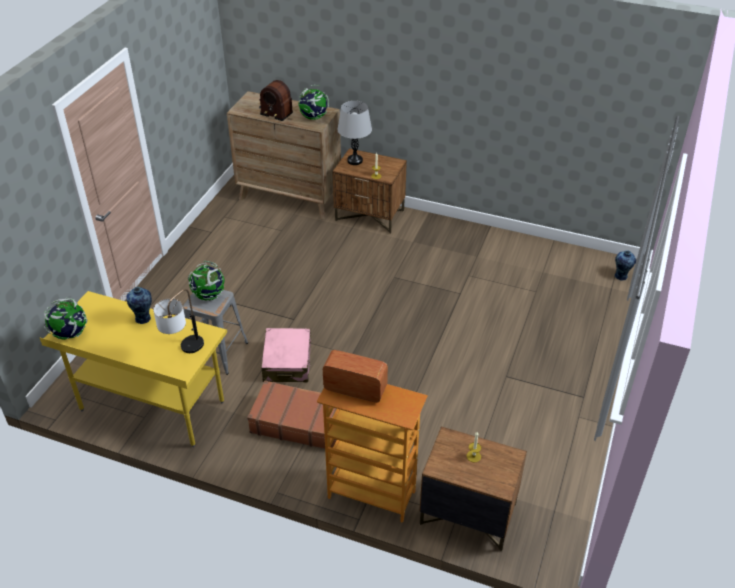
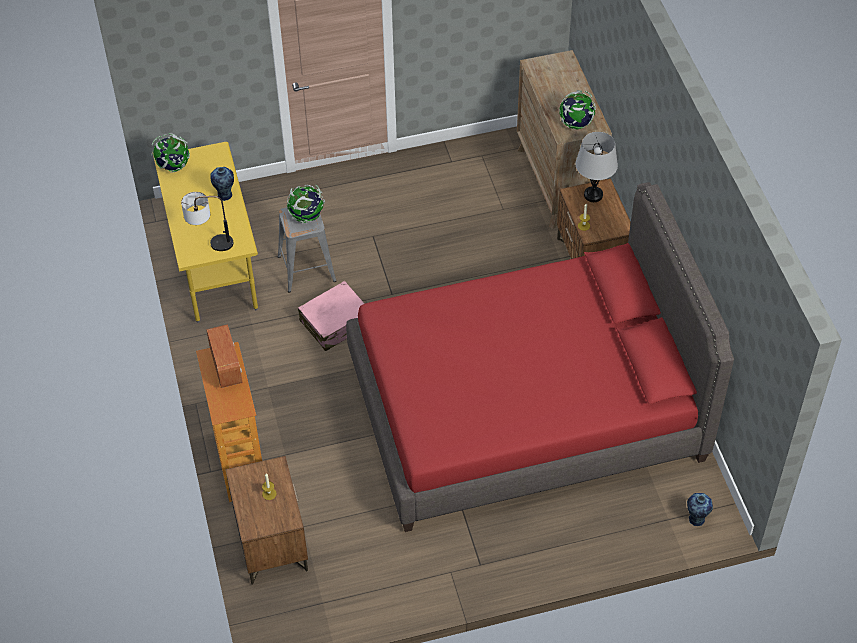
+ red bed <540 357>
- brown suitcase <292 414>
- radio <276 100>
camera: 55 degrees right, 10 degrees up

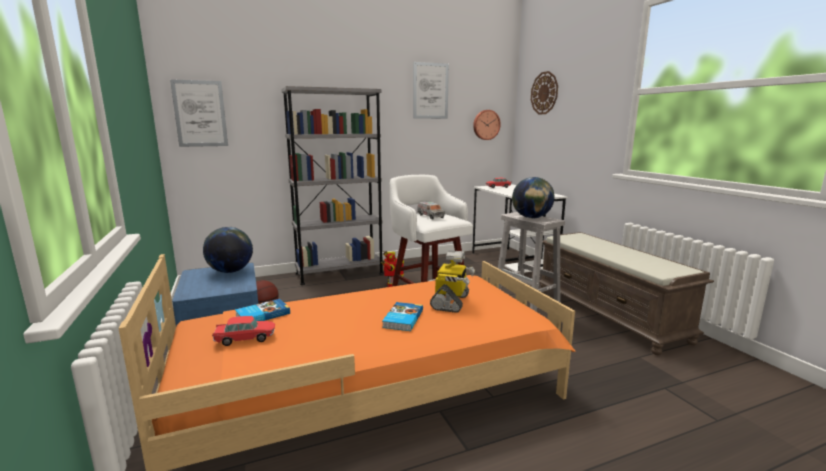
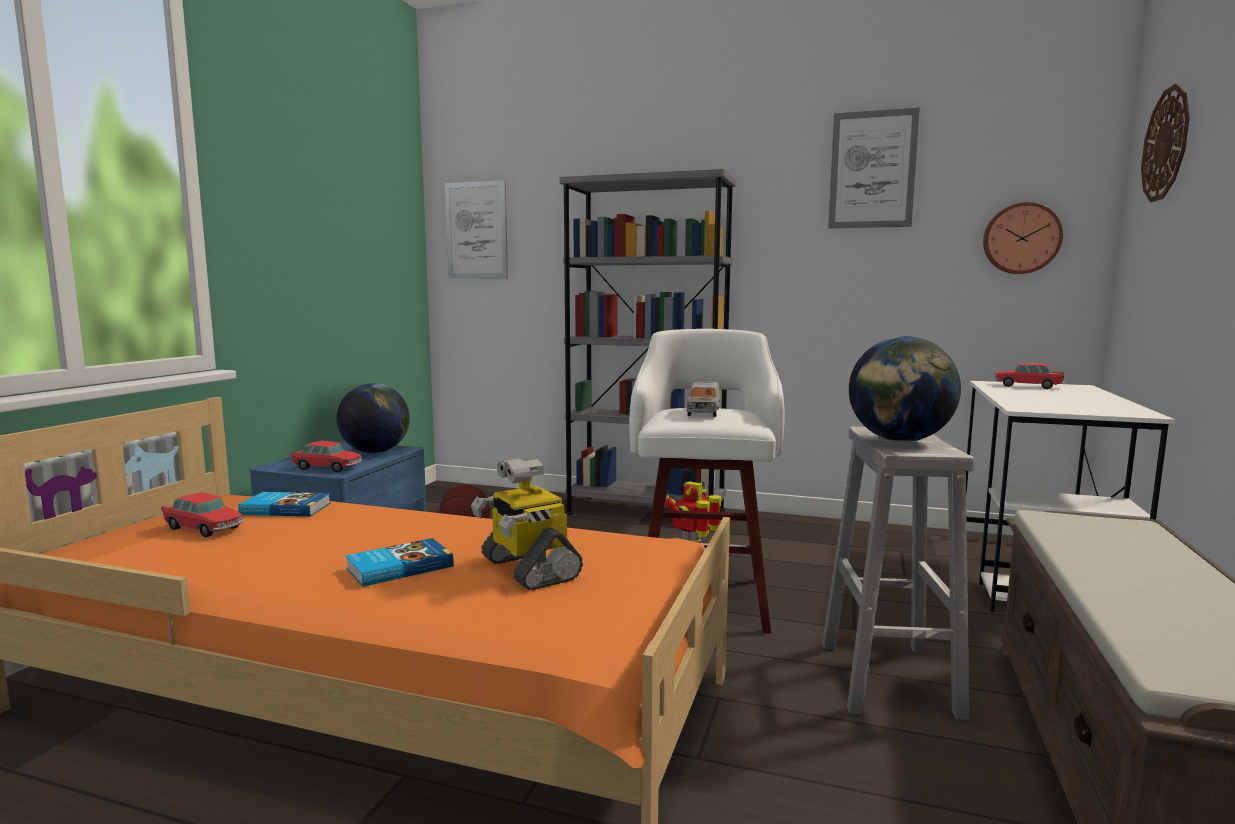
+ toy car <326 456>
~ toy robot <452 281> = <527 524> 90 degrees clockwise
camera: 40 degrees right, 5 degrees down

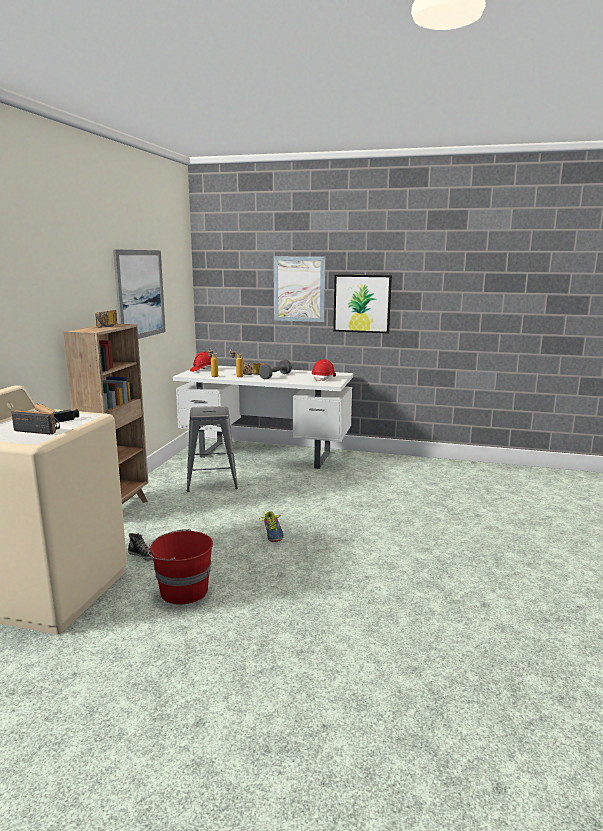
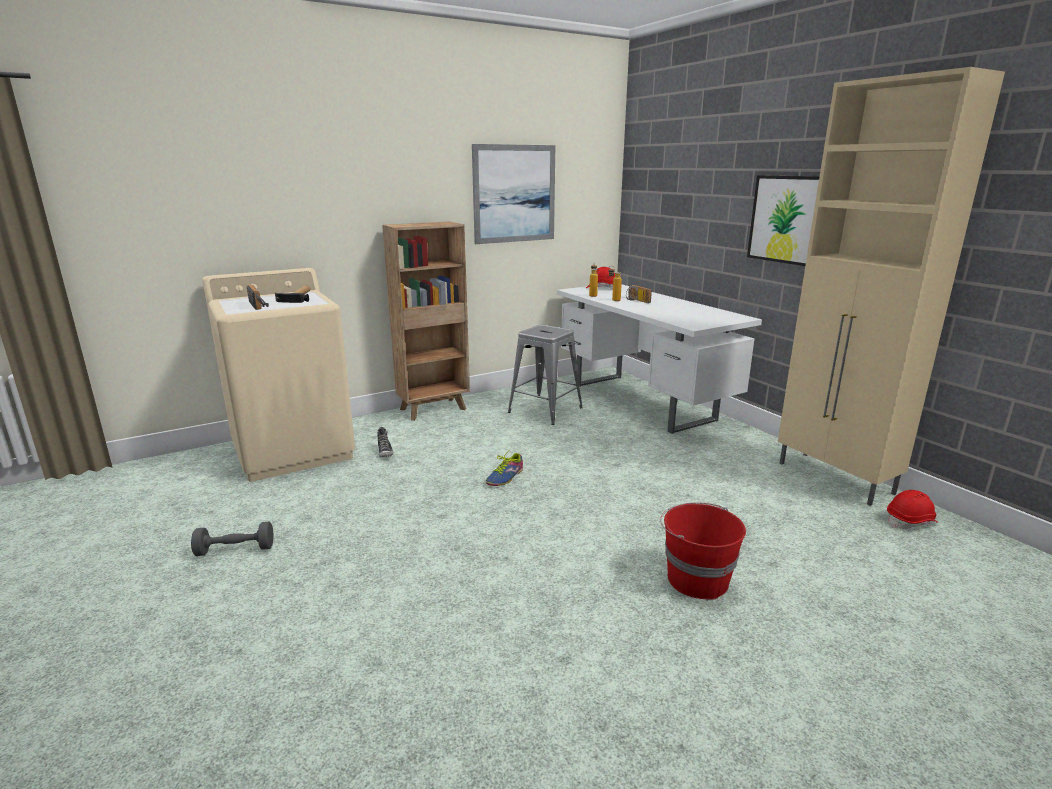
~ grey dumbbell <275 370> to <232 539>
~ red bucket <180 567> to <703 551>
+ beige cabinet <891 286>
~ red hard hat <324 370> to <912 509>
- radio <106 319>
- picture <299 289>
camera: 45 degrees right, 5 degrees up

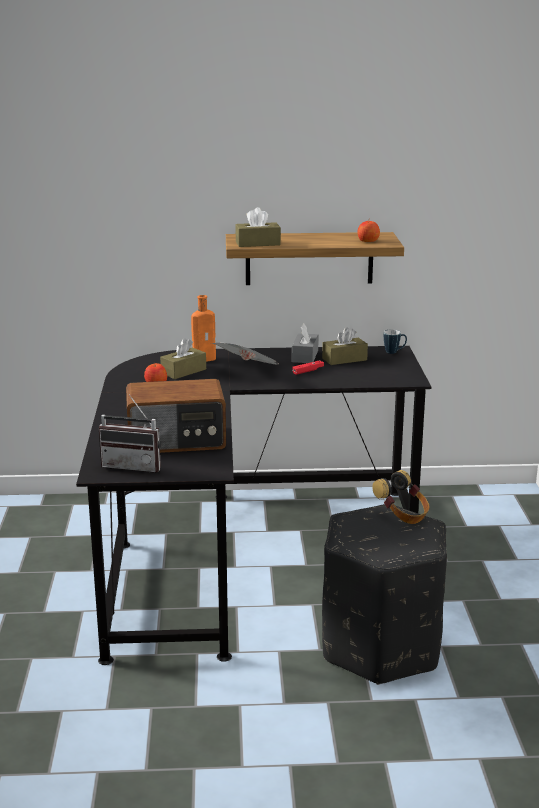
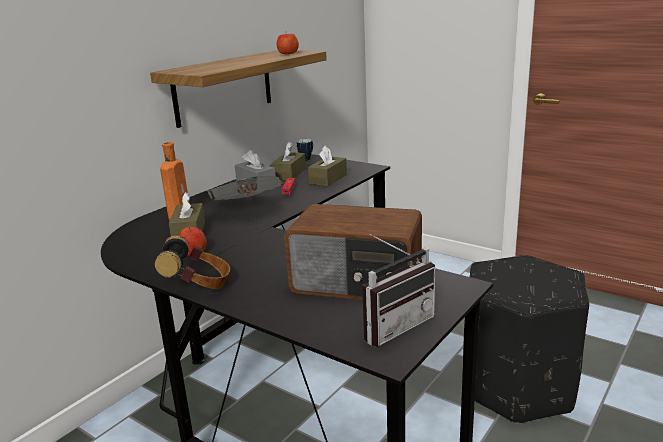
~ headphones <401 497> to <192 262>
~ radio <176 416> = <353 252> 75 degrees clockwise
~ brown tissue box <258 227> to <327 166>
camera: 50 degrees left, 0 degrees up

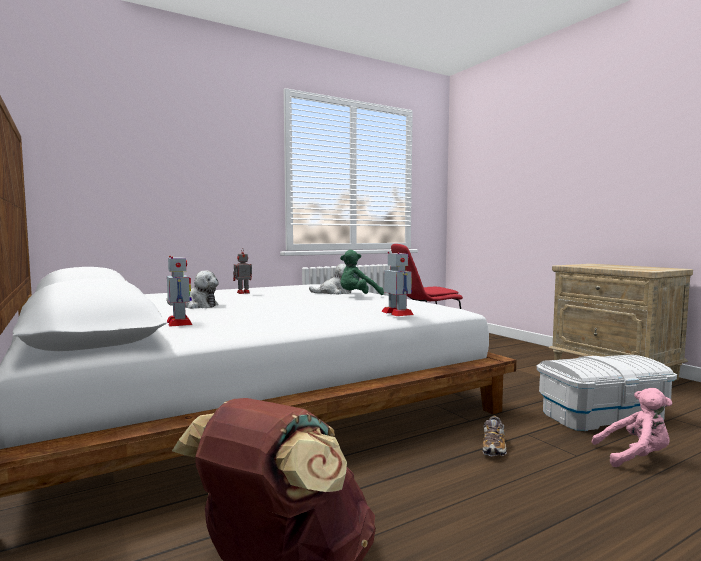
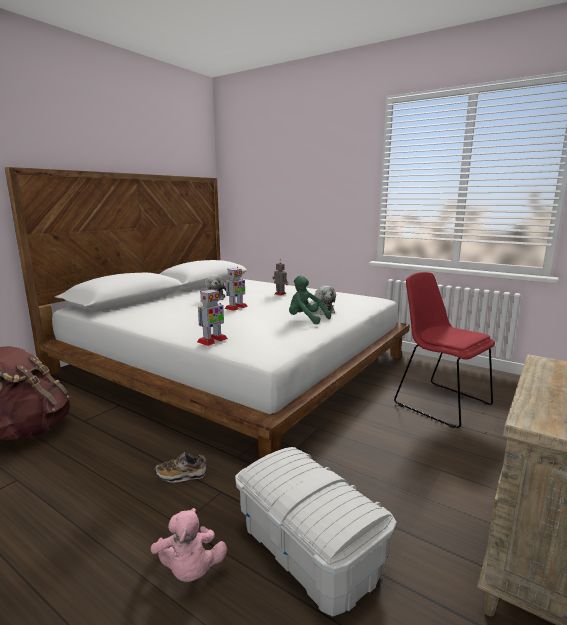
~ toy robot <179 291> to <236 289>
camera: 65 degrees right, 10 degrees up

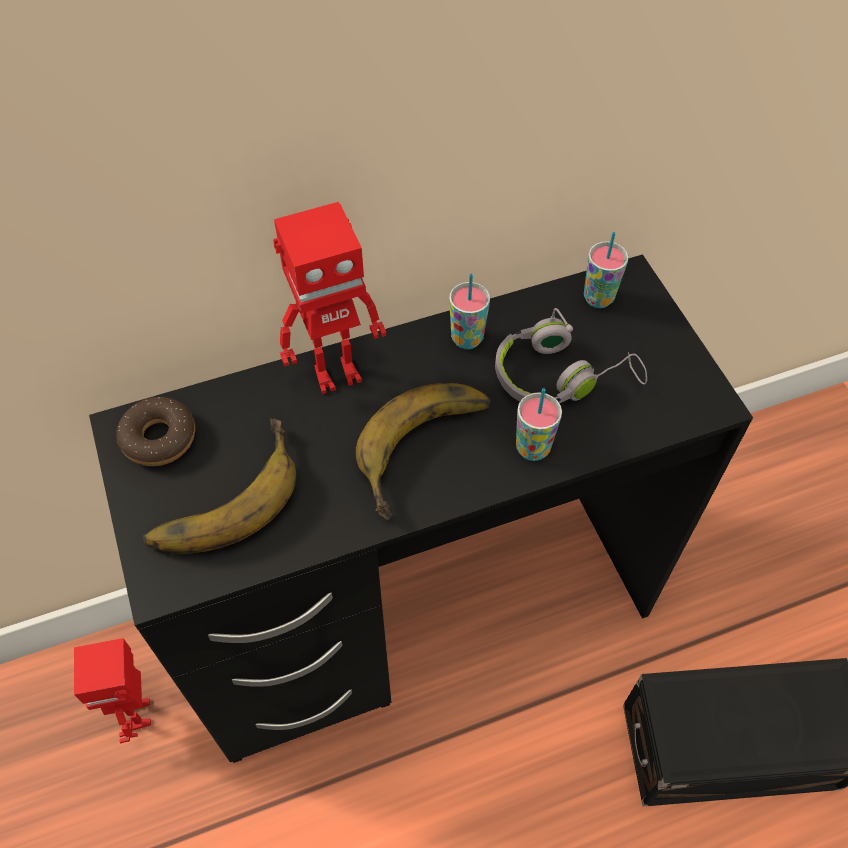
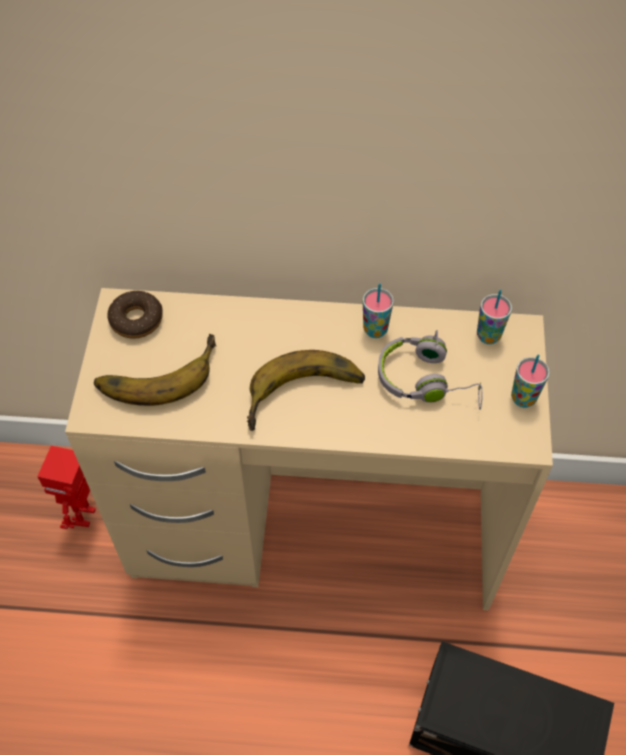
~ black desk <421 508> to beige desk <309 449>
~ cup <539 424> to <530 381>
- toy robot <329 298>
camera: 25 degrees right, 0 degrees up

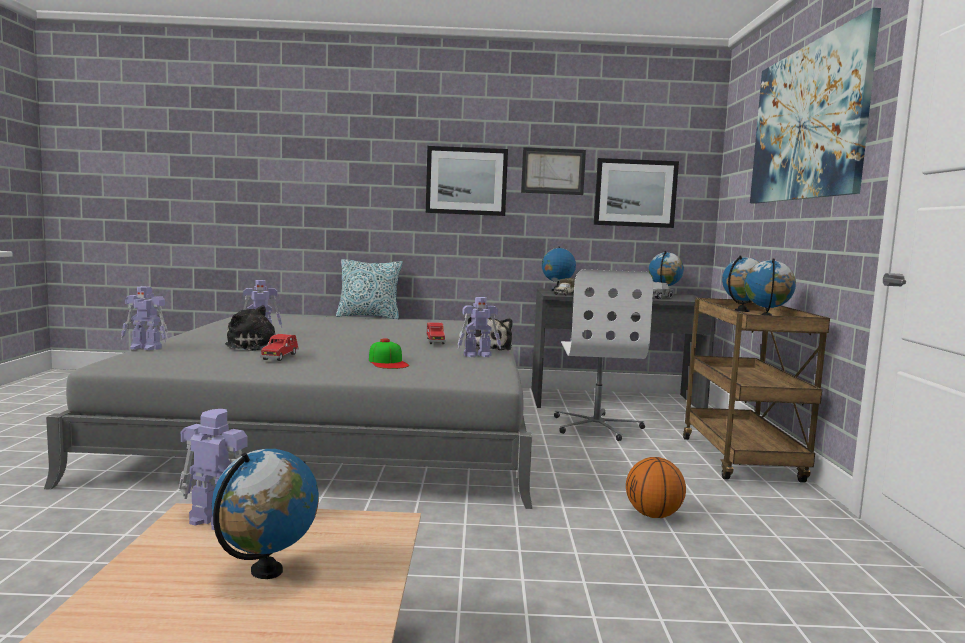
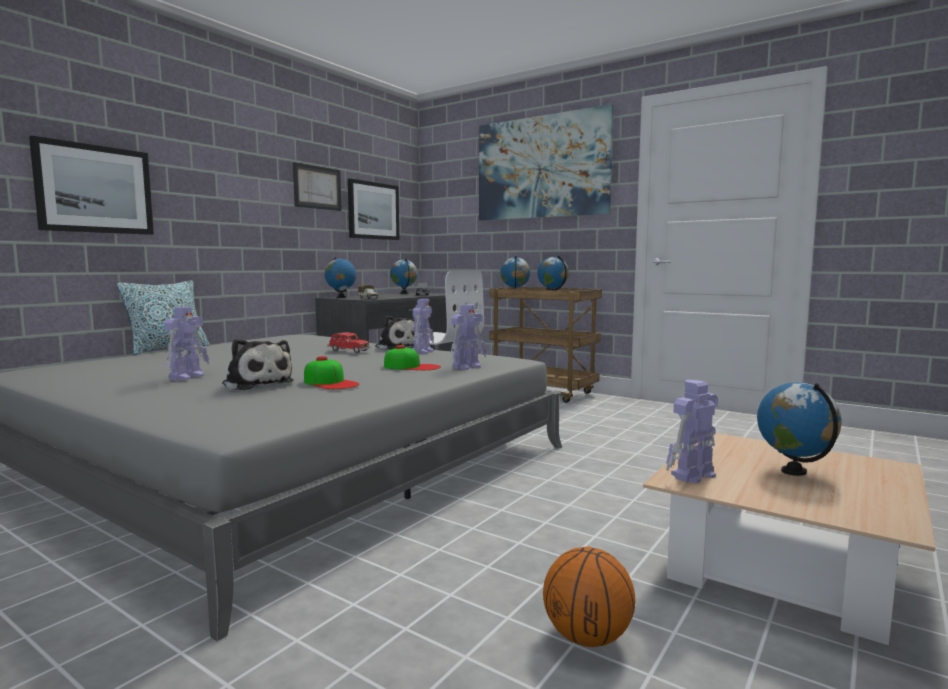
~ picture <467 181> to <91 185>
~ plush toy <251 328> = <258 364> 105 degrees counterclockwise
~ red toy car <279 347> to cap <332 372>
~ toy robot <144 318> to <468 337>
~ basketball <656 487> to <589 597>
camera: 55 degrees left, 0 degrees up

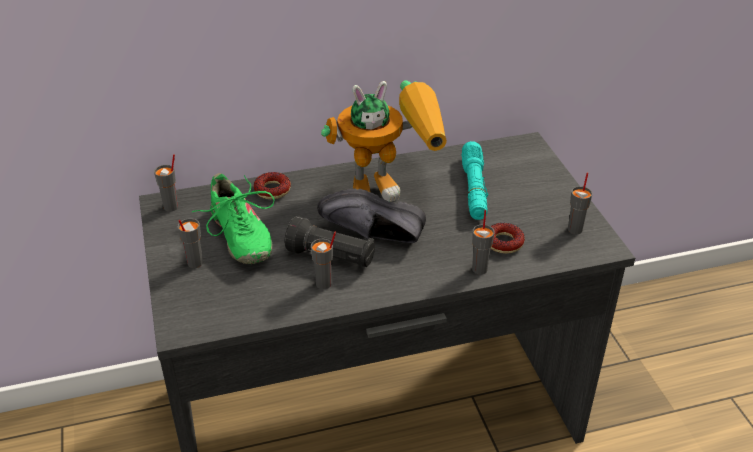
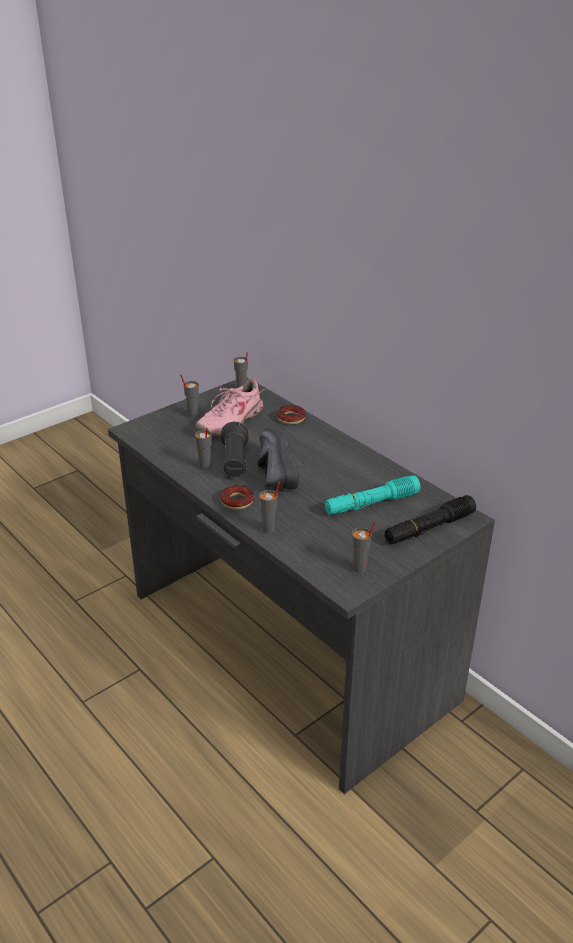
~ green shoe <233 218> to pink shoe <230 406>
~ donut <508 238> to <237 497>
+ black flashlight <430 519>
- toy robot <384 141>
camera: 65 degrees right, 5 degrees down

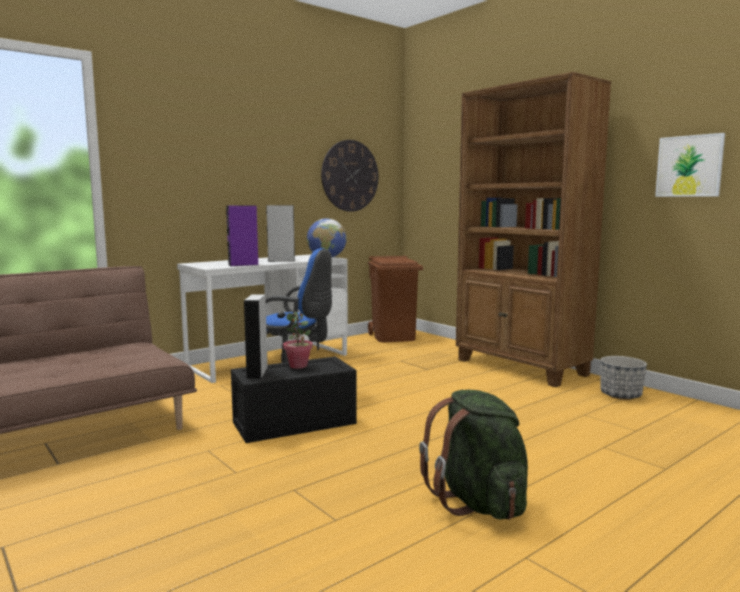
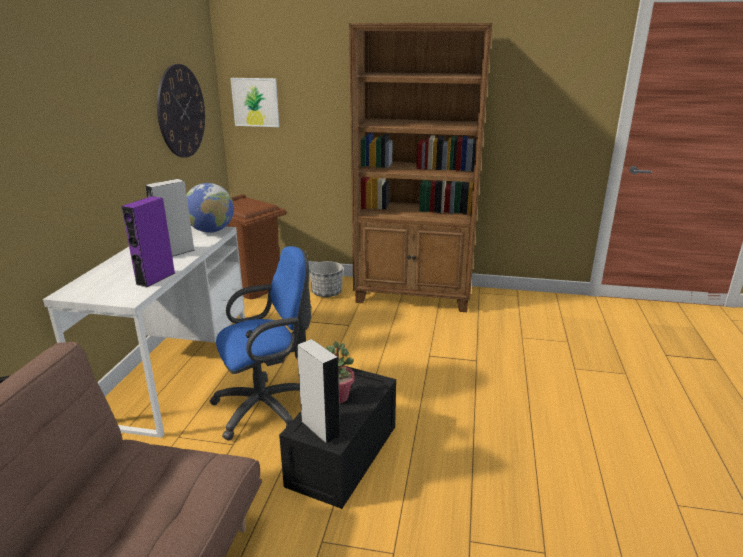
~ picture <690 165> to <254 102>
~ planter <623 378> to <326 279>
- green backpack <473 455>
camera: 40 degrees left, 15 degrees up

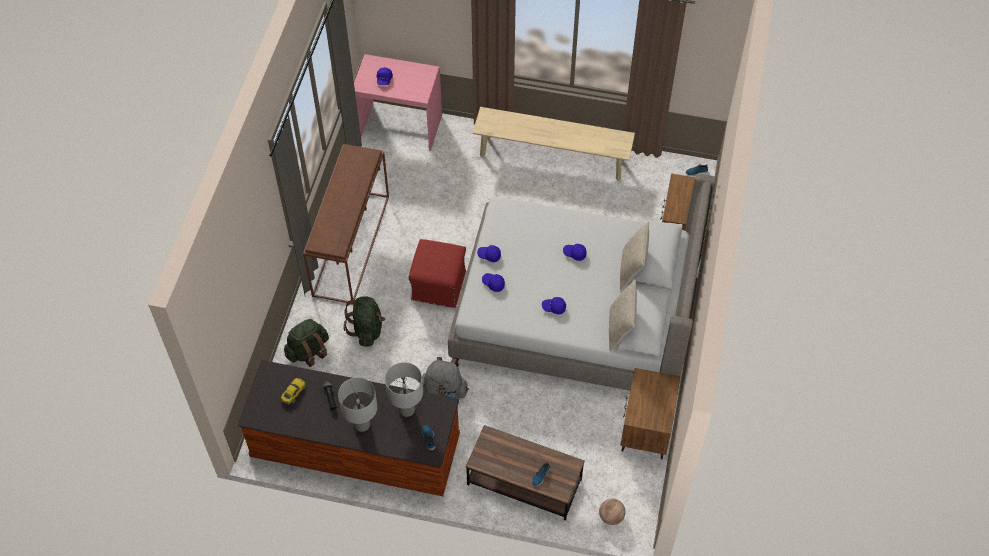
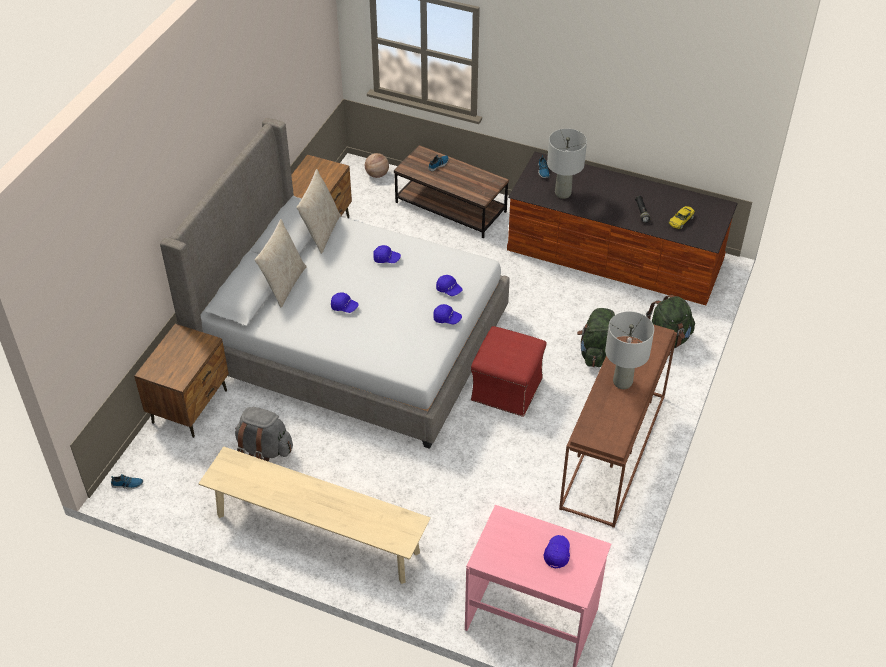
~ grey backpack <445 377> to <264 434>
~ grey table lamp <357 404> to <629 350>
camera: 170 degrees left, 10 degrees down

